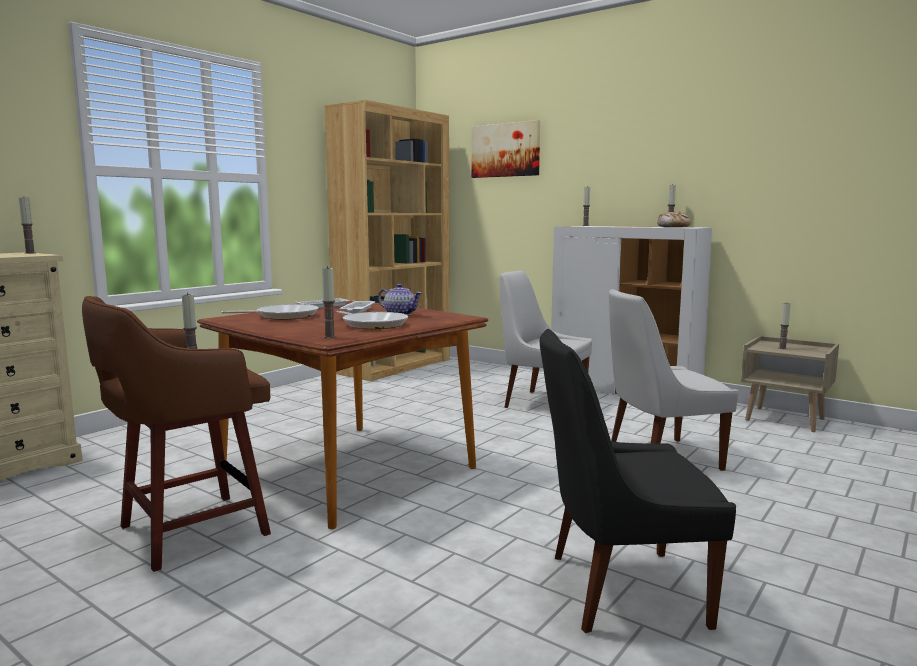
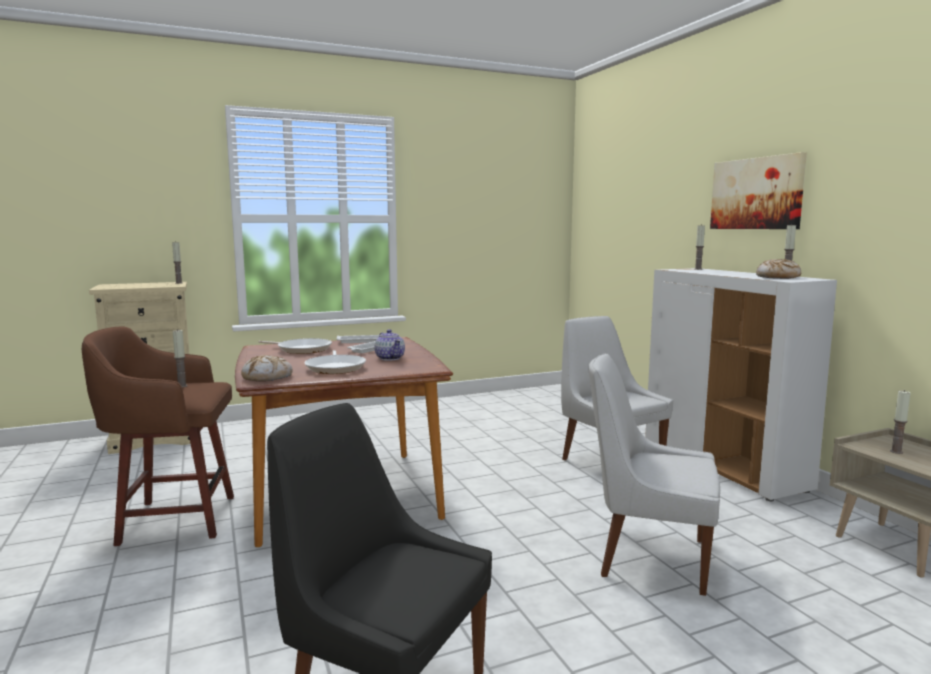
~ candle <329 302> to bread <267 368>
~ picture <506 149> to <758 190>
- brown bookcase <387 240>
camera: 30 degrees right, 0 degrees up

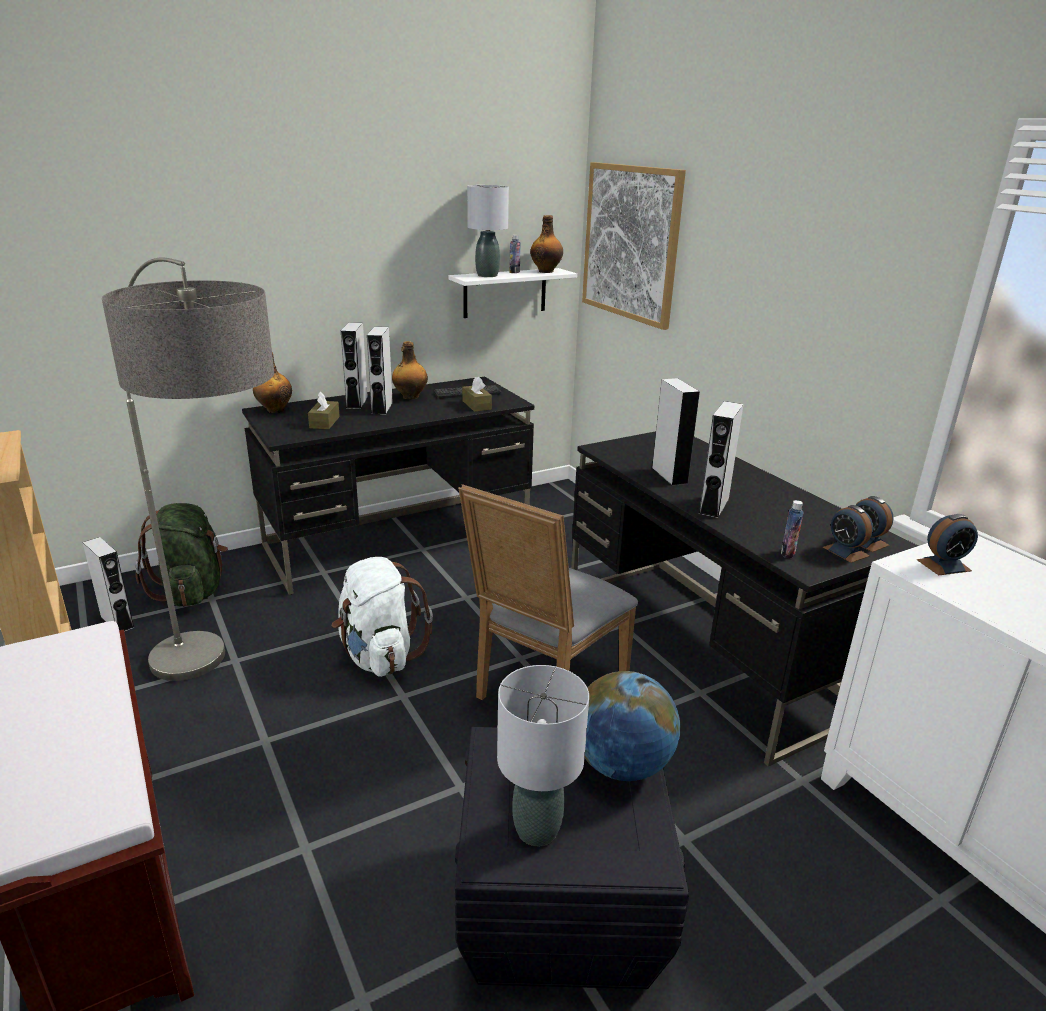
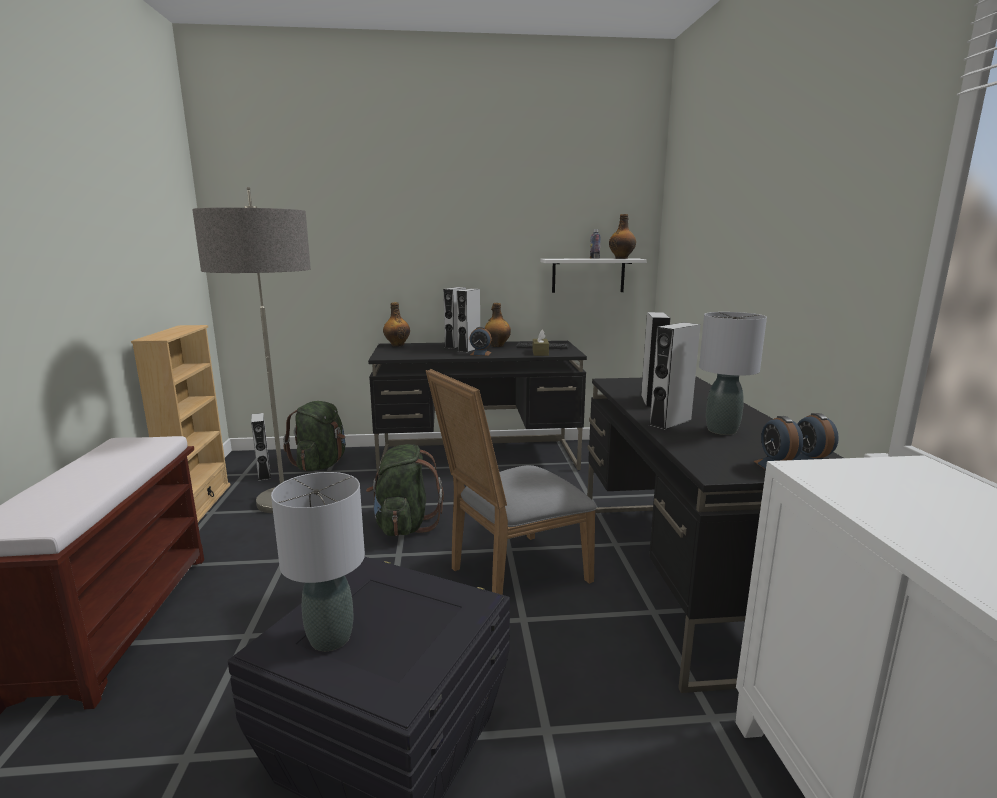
~ white backpack <382 617> to green backpack <405 490>
~ alarm clock <947 544> to <480 341>
~ grey table lamp <488 231> to <733 373>
- brown tissue box <324 410>
- picture <634 246>
- globe <632 726>
- bottle <792 529>
camera: 25 degrees right, 10 degrees down

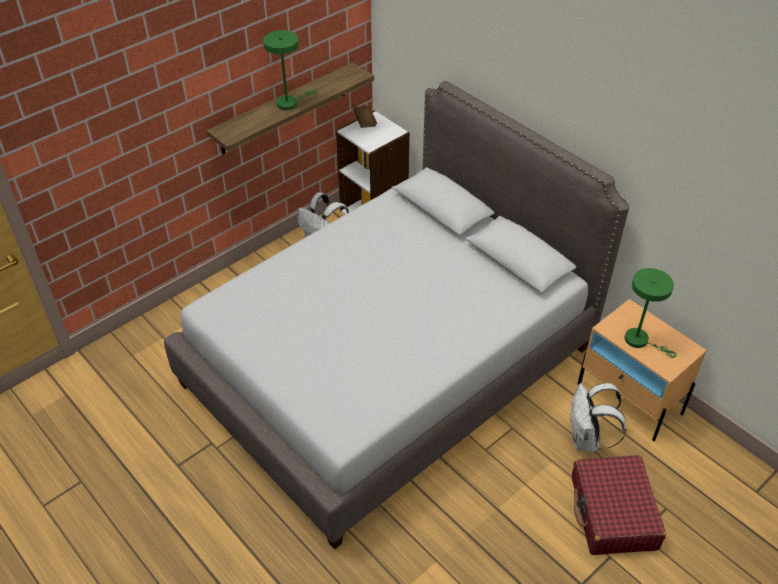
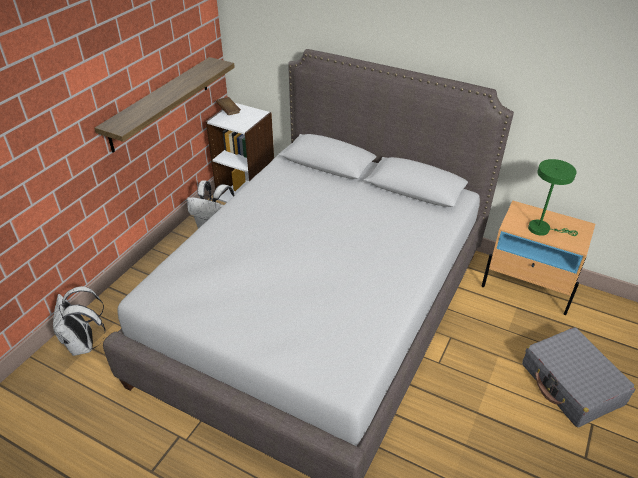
~ white backpack <598 417> to <79 321>
~ red suitcase <619 505> to grey suitcase <579 377>
- green table lamp <290 70>
camera: 20 degrees left, 5 degrees down

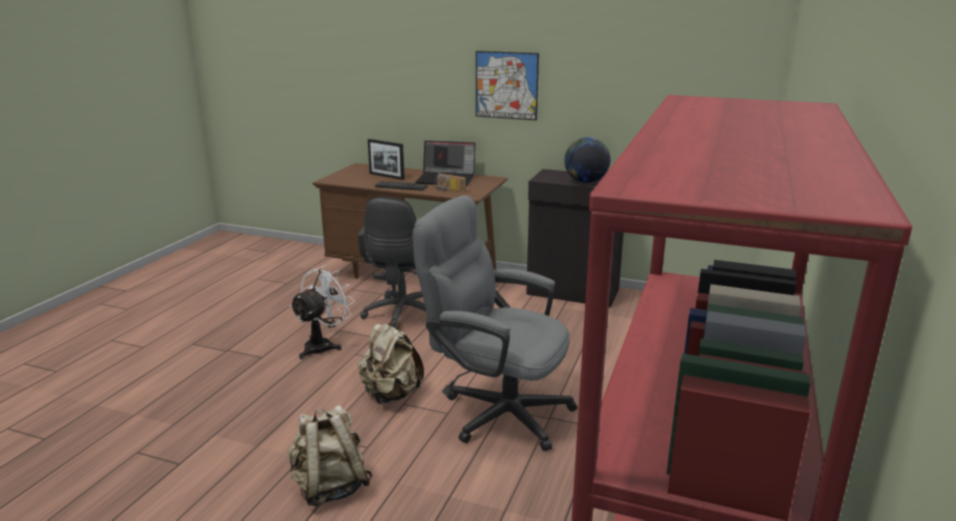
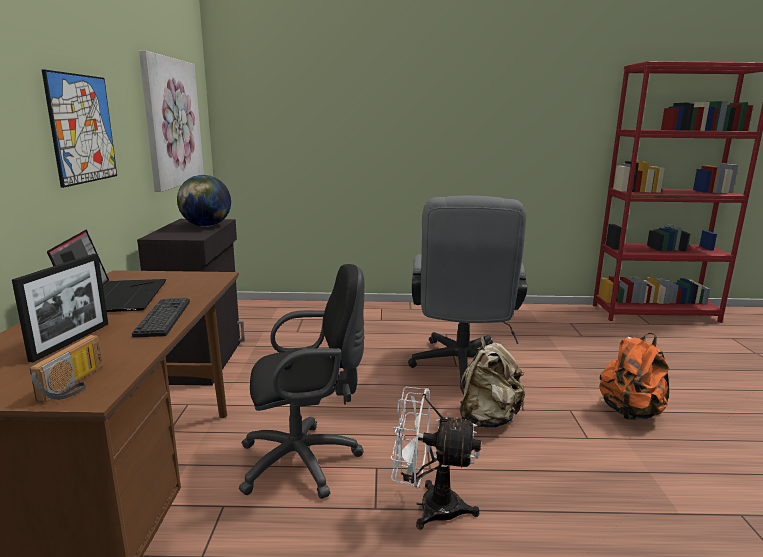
~ radio <450 182> to <66 368>
+ picture <171 121>
~ beige backpack <330 455> to orange backpack <634 376>
camera: 110 degrees left, 5 degrees down

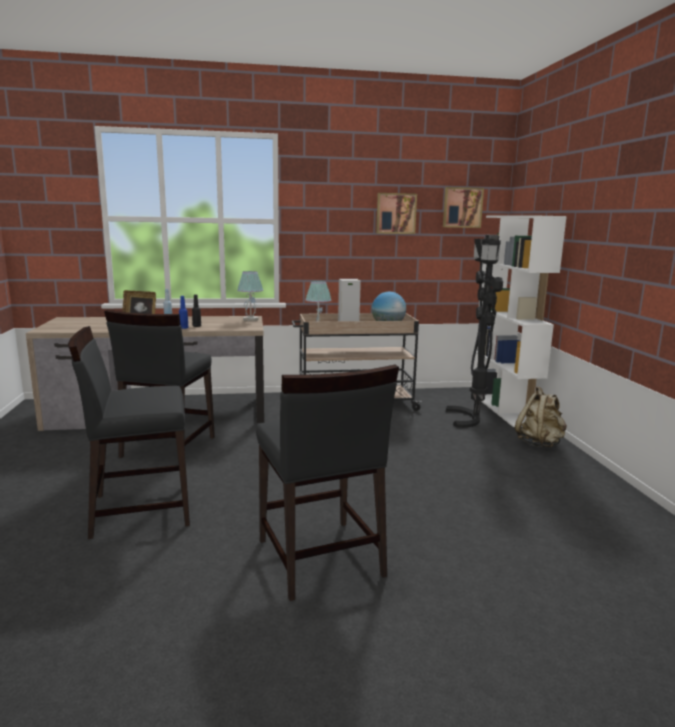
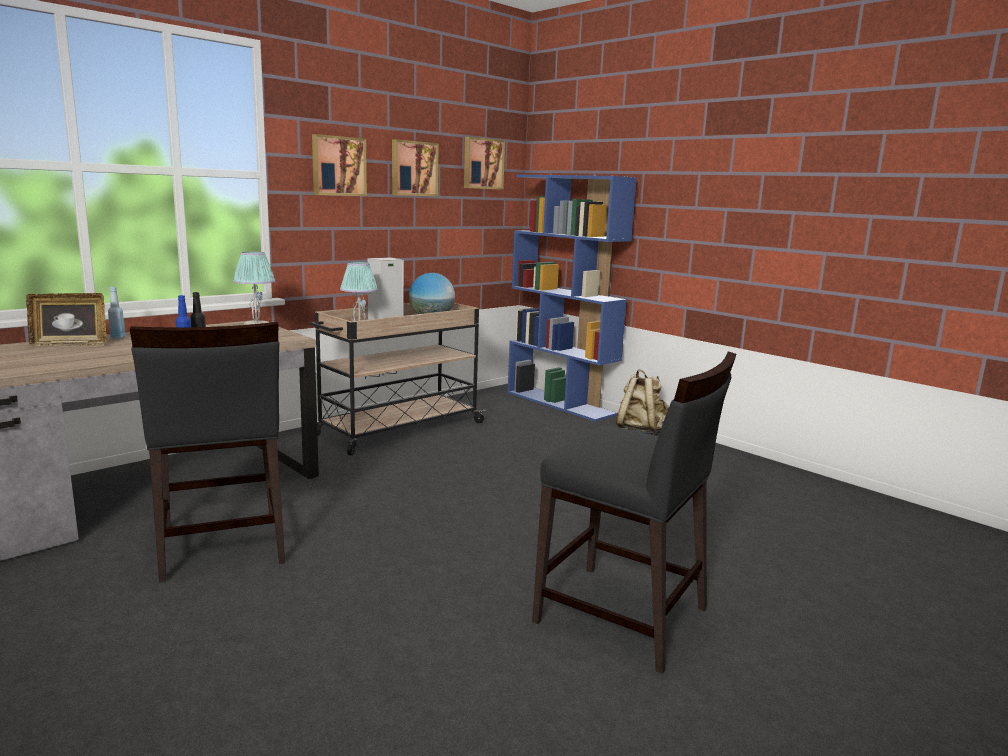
+ picture <339 165>
~ white bookcase <520 321> to blue bookcase <572 298>
- black chair <129 432>
- black floor lamp <474 331>
camera: 35 degrees left, 0 degrees up

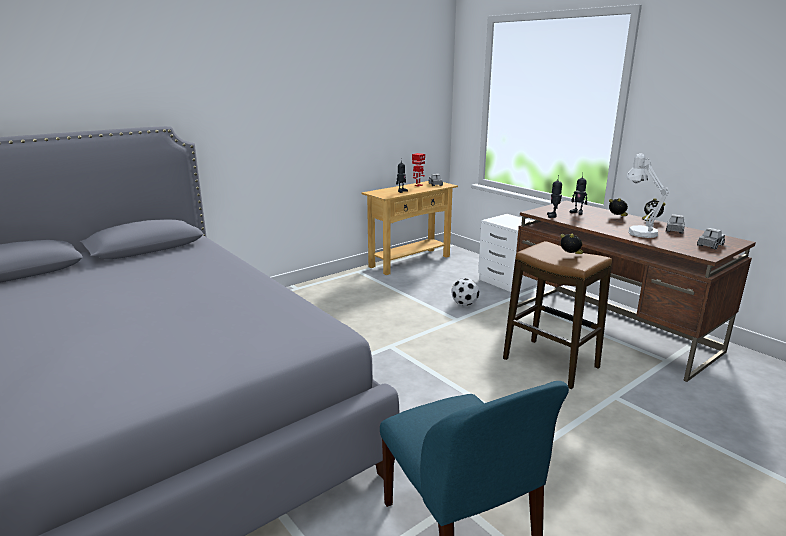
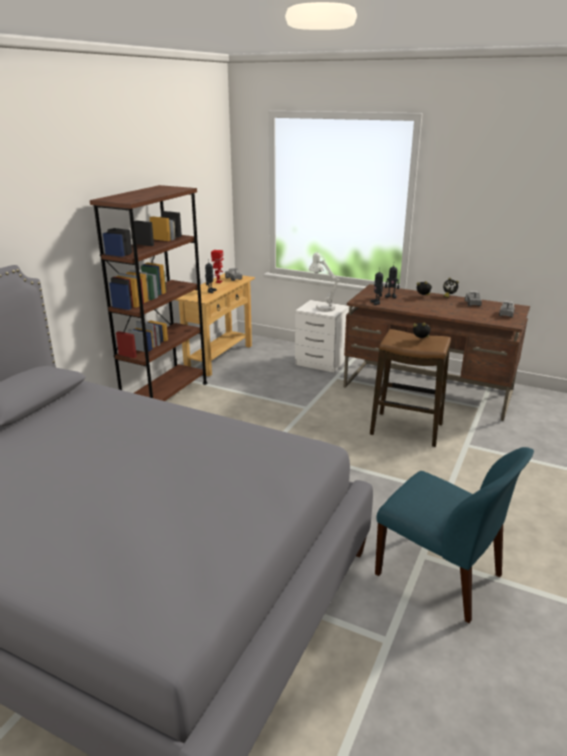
+ brown bookcase <149 293>
~ white table lamp <648 195> to <324 282>
- football <465 292>
camera: 25 degrees left, 5 degrees up

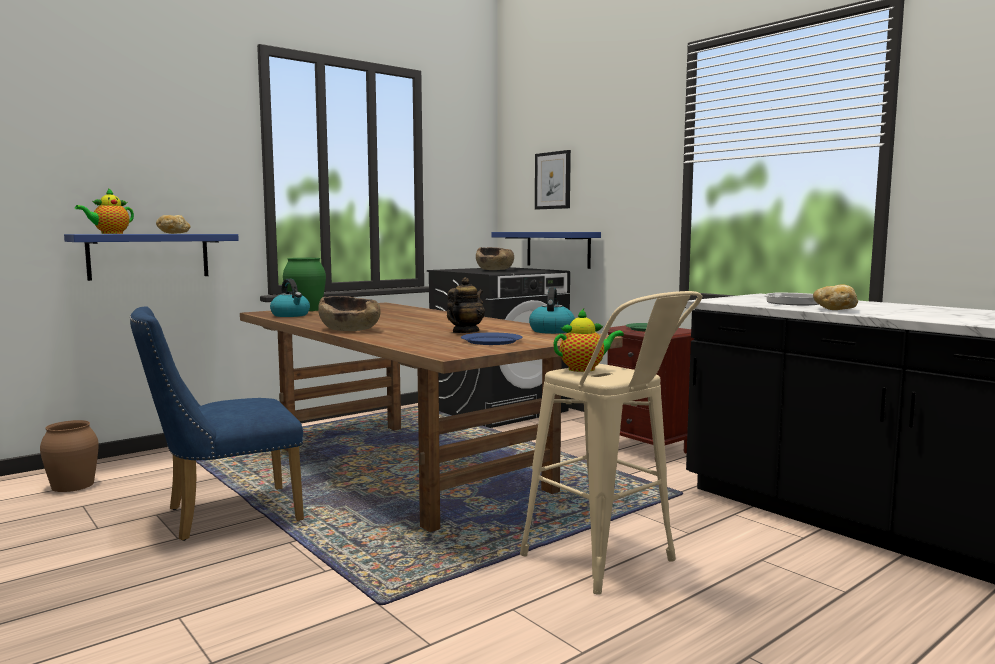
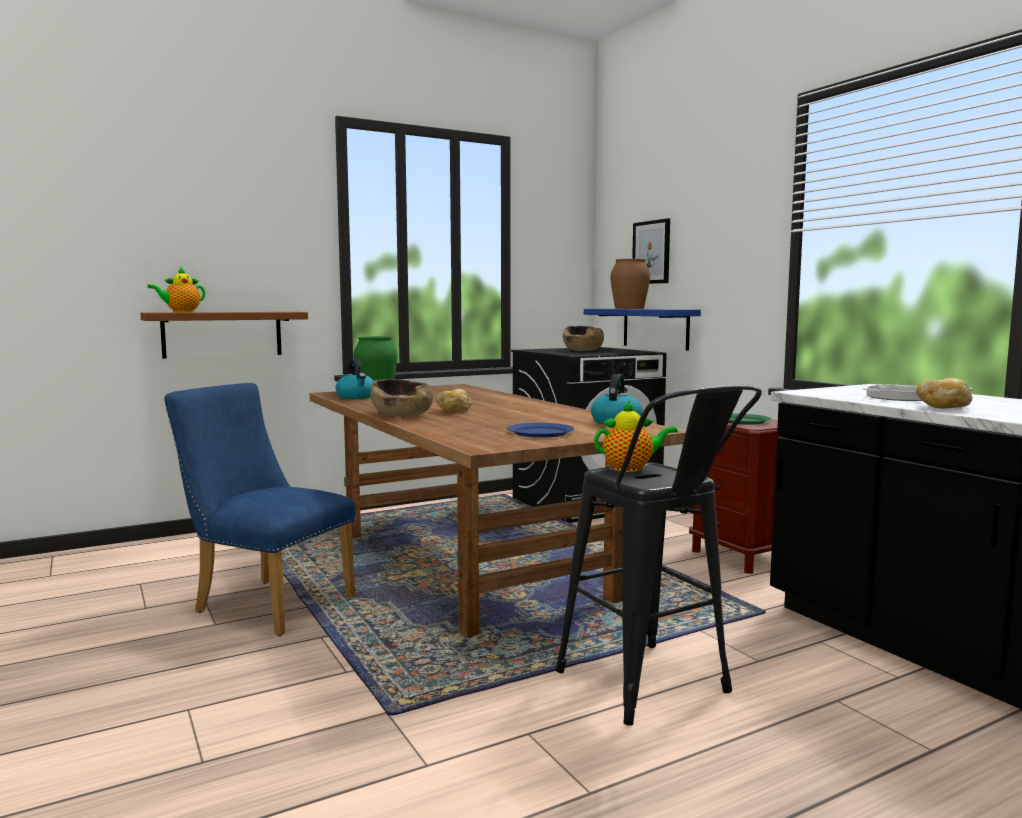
~ blue shelf <151 257> to brown shelf <224 335>
~ blue chair <217 423> = <259 509> 45 degrees clockwise
~ bread <173 224> to <454 400>
~ beige stool <611 443> to black stool <659 555>
~ brown vase <69 456> to <630 284>
- teapot <466 305>
camera: 10 degrees right, 0 degrees up

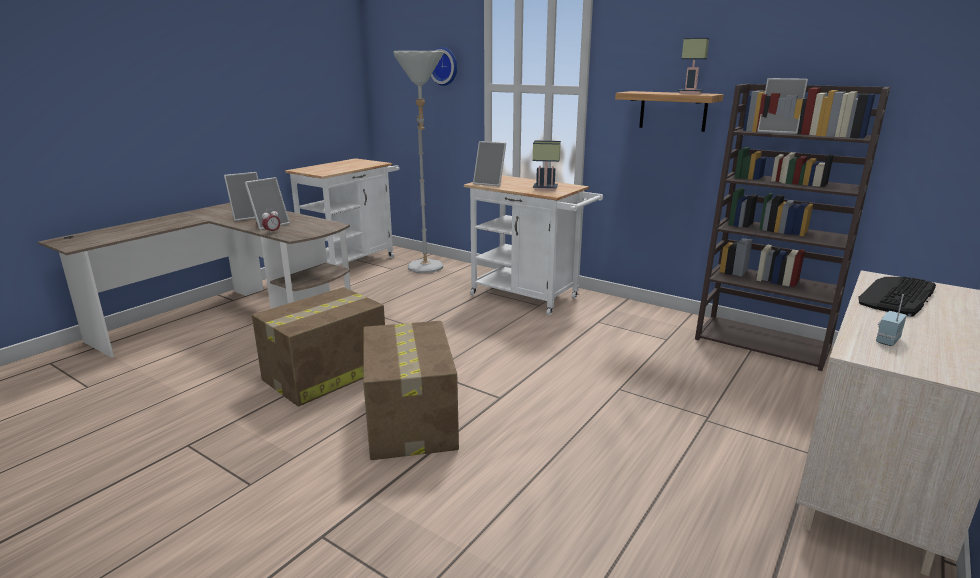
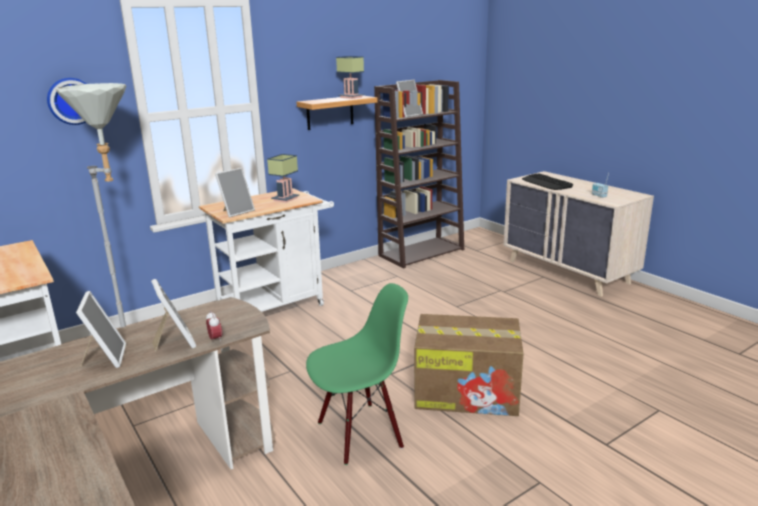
~ cardboard box <318 347> to green chair <357 374>
camera: 70 degrees left, 0 degrees up

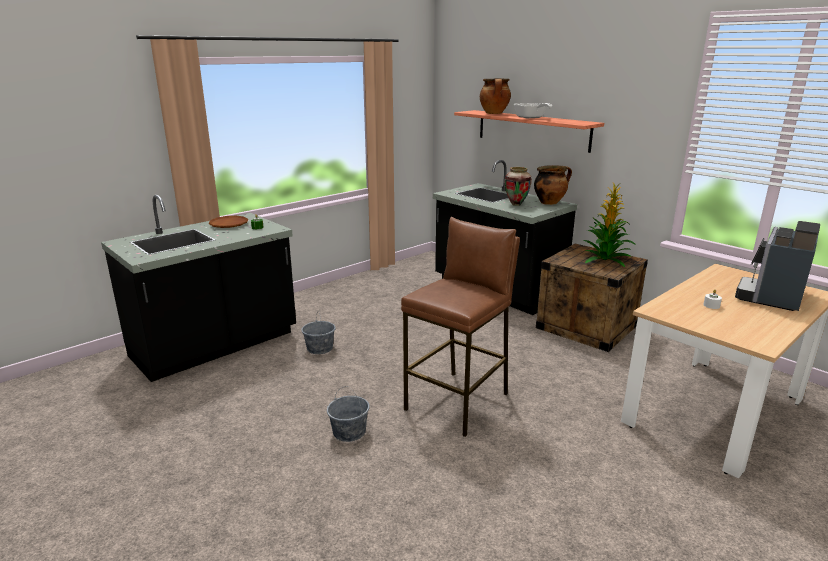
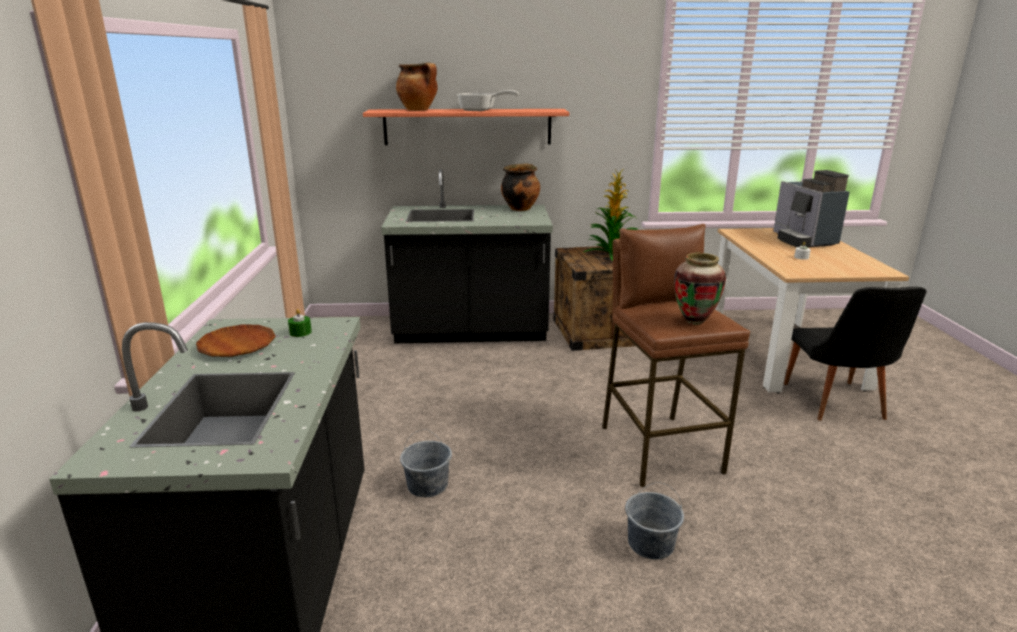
~ vase <518 186> to <700 289>
+ black chair <855 354>
camera: 50 degrees left, 0 degrees up

